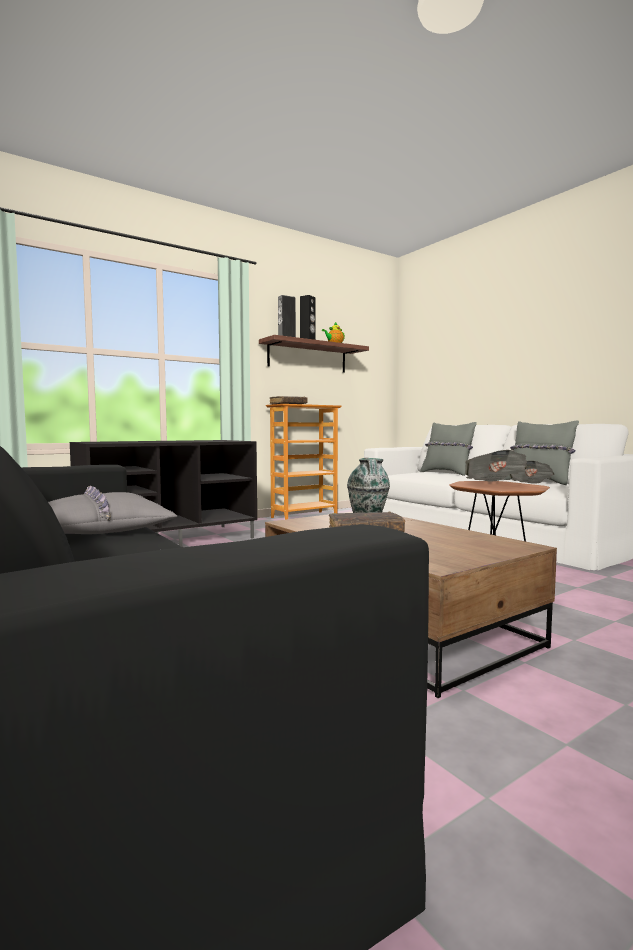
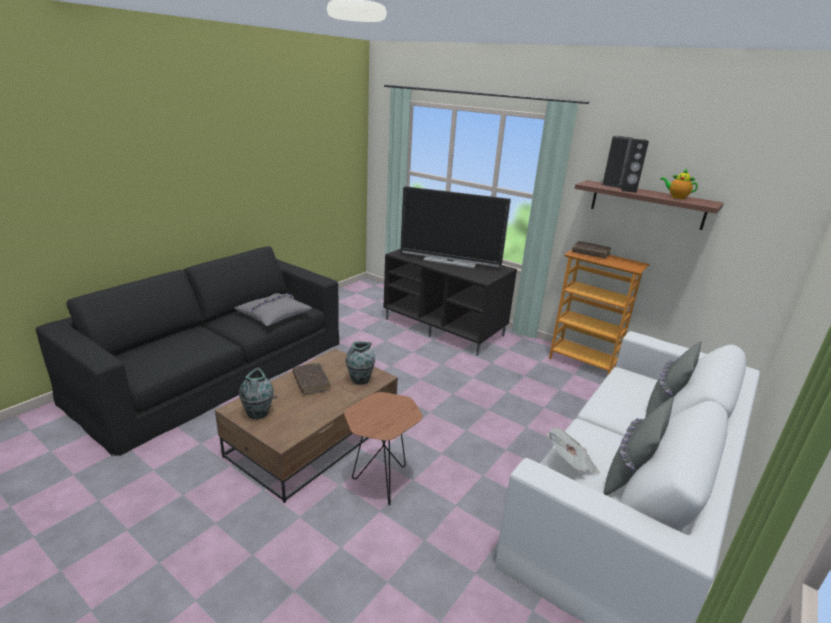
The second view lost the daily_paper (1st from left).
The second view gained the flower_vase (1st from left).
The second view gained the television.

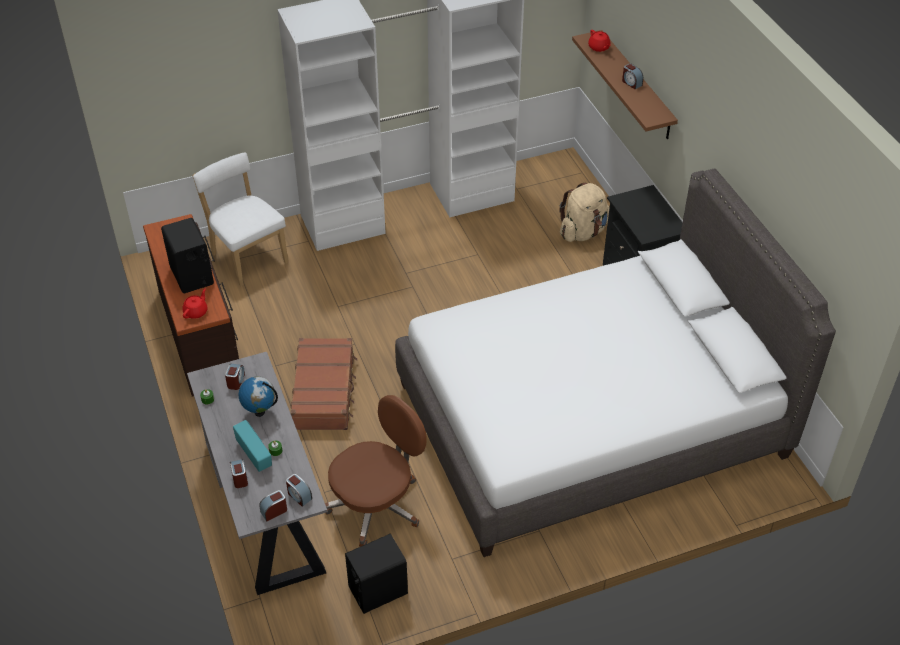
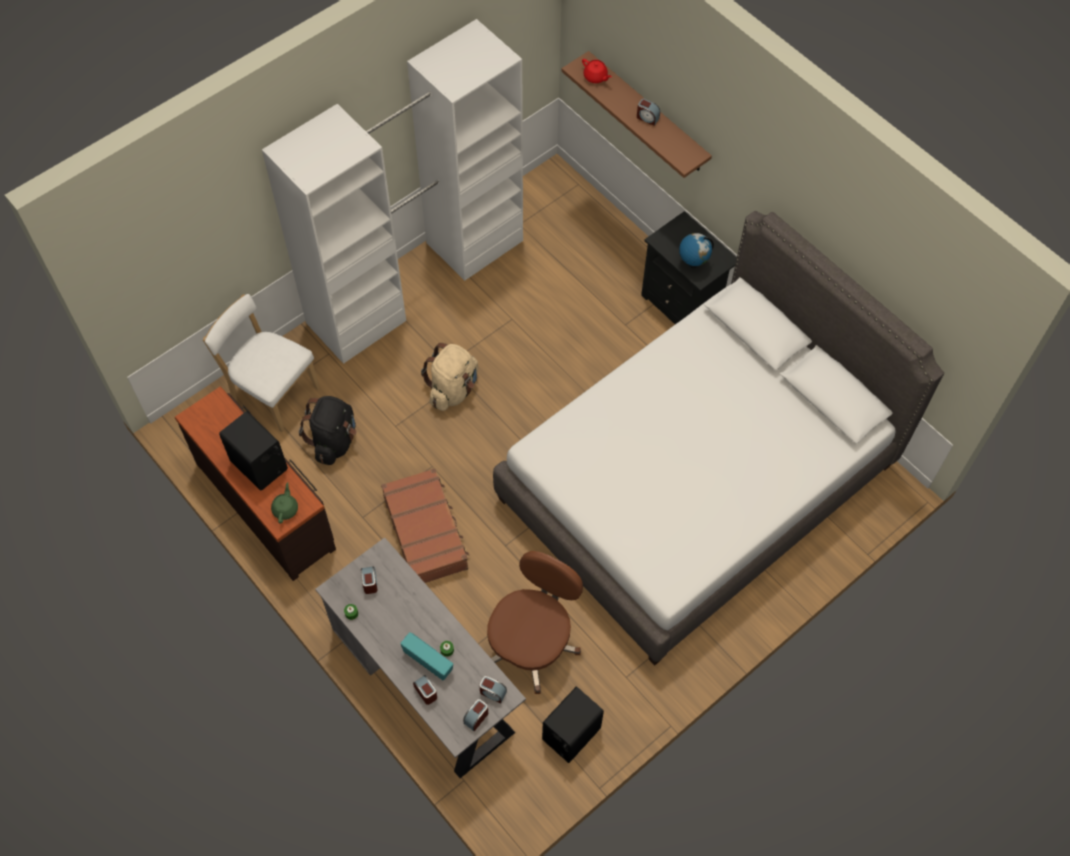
The second view gained the blackish_knapsack.
The globe ended up elsewhere.
The beige-coloured_knapsack ended up elsewhere.
What was the red-coloured_tea_pot (1st from left) turned into the green_tea_pot.

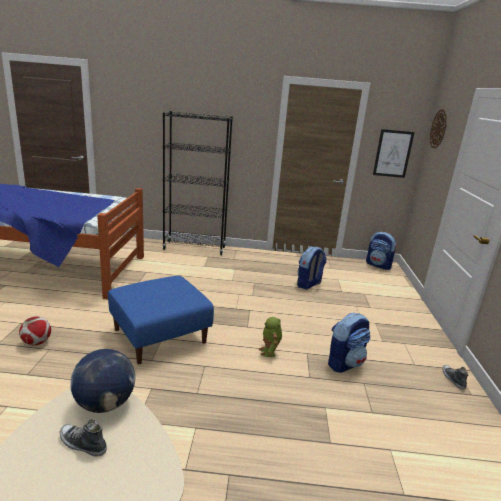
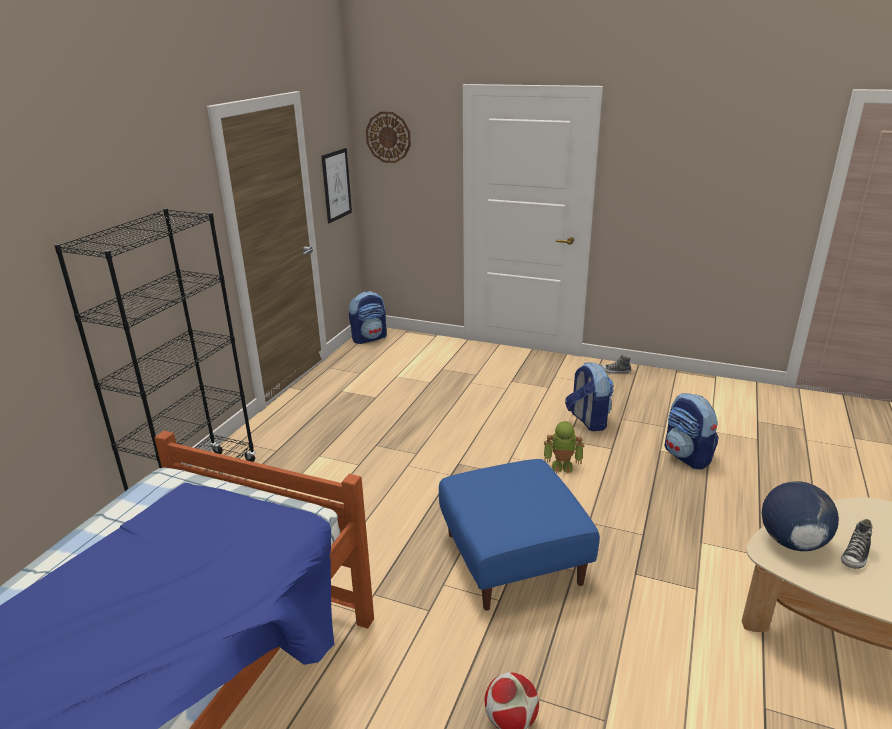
The knapsack (1st from left in the first image) ended up elsewhere.

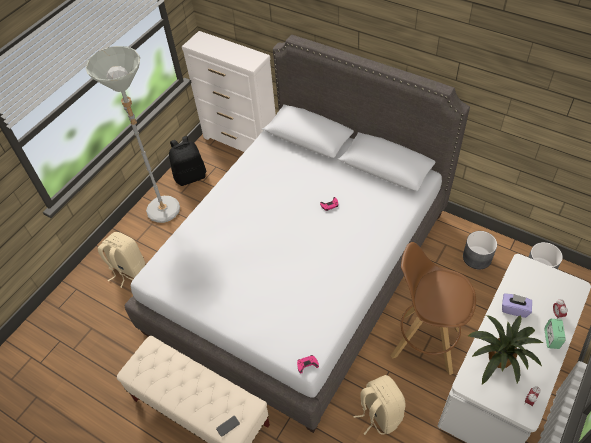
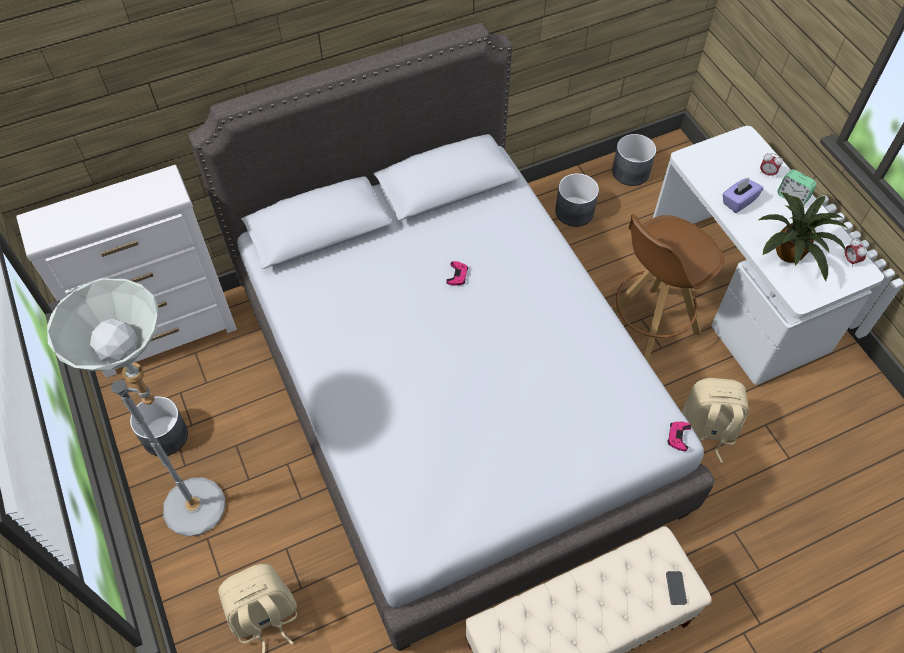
Where the blackish_knapsack stood, the grey_flower_pot (1st from left) came to stand.

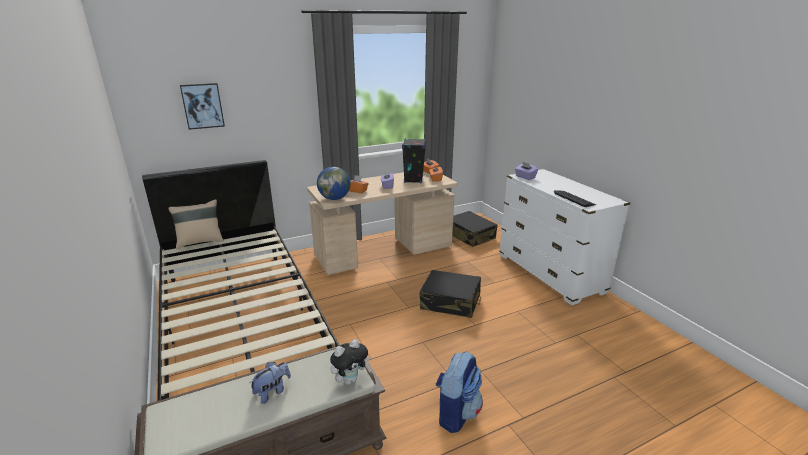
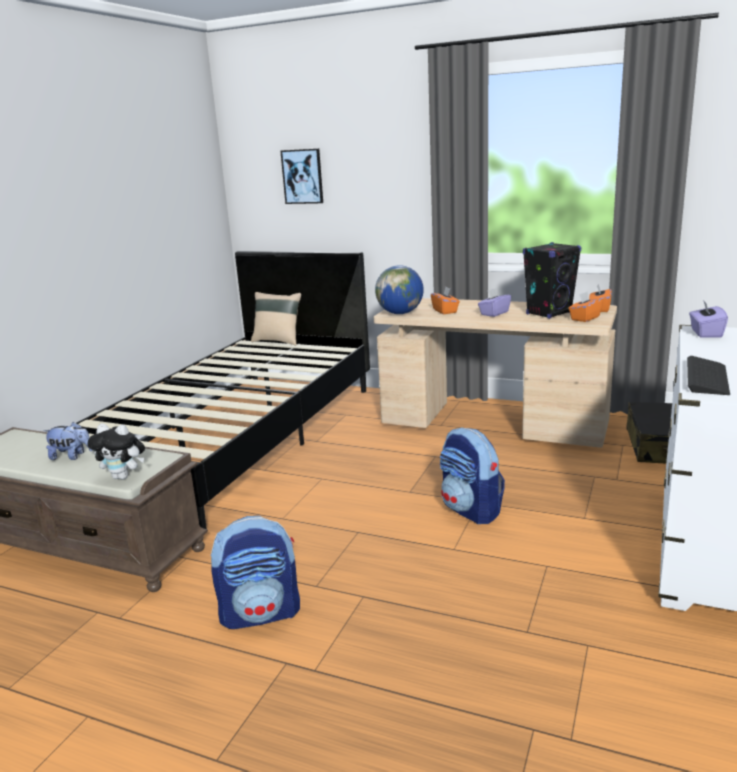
Where the blackish_piece_of_luggage (1st from left) stood, the knapsack (2nd from left) came to stand.

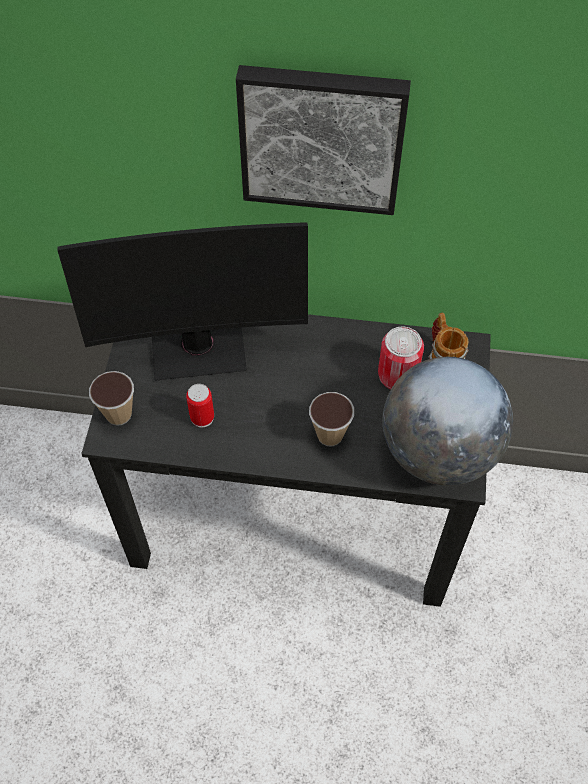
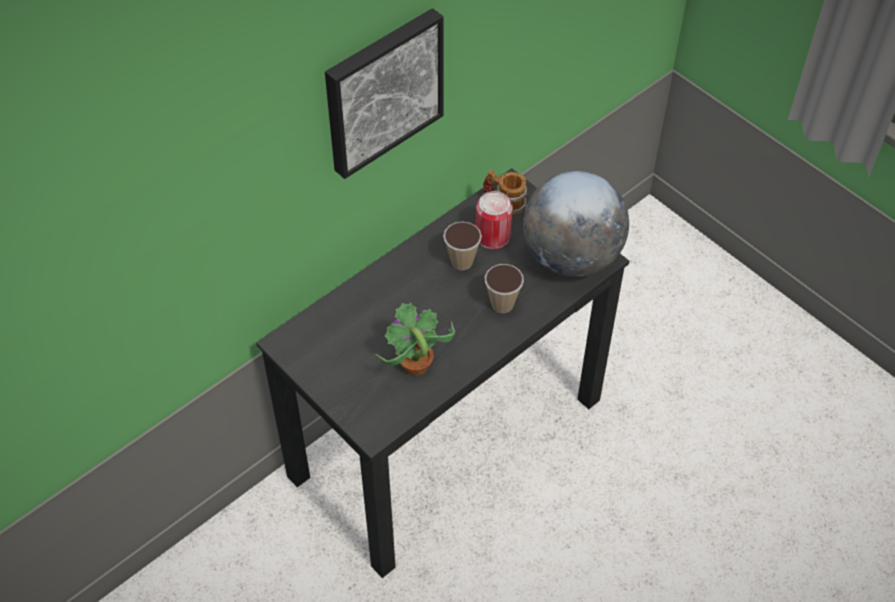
The second view lost the computer_display.
The small_cup (1st from left) ended up elsewhere.
Where the can (1st from left) stood, the potted_plant came to stand.

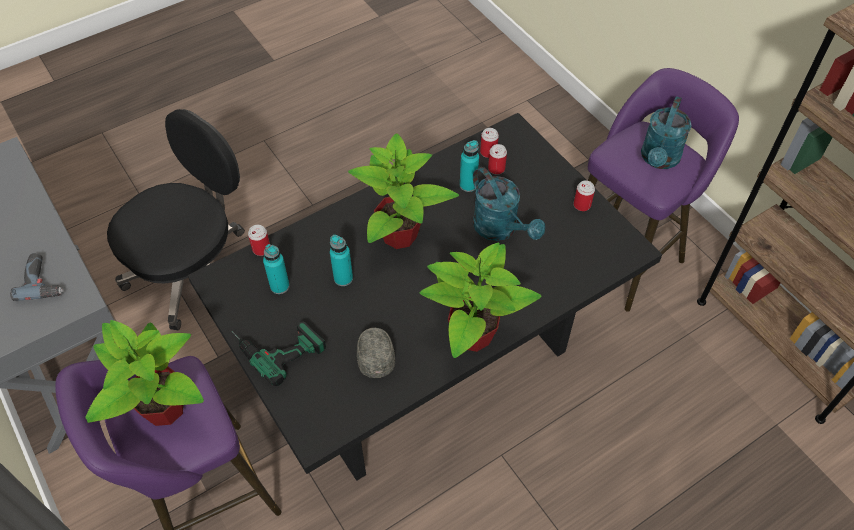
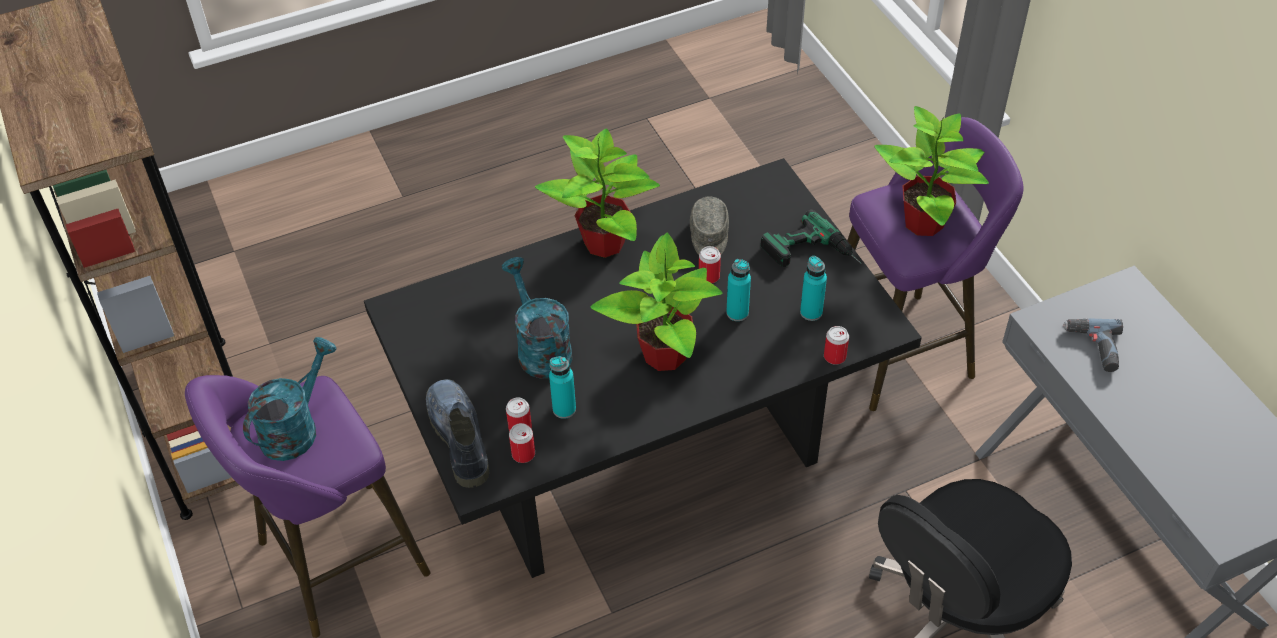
The second view gained the boot.
The can (4th from left in the first image) ended up elsewhere.

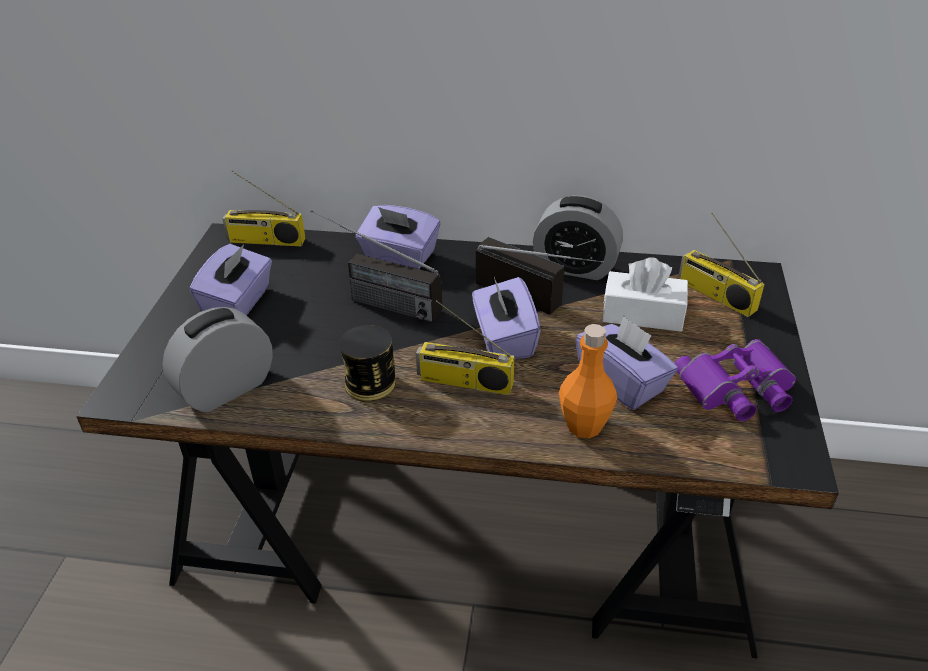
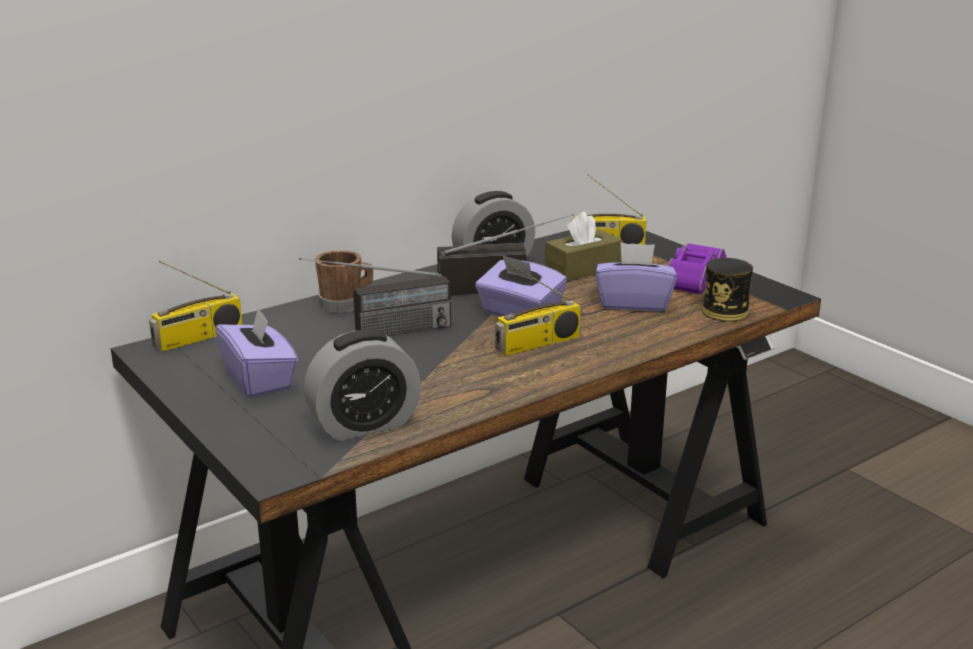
The second view lost the orangey_bottle.
The can ended up elsewhere.
Where the purple_tissue_holder (2nd from left) stood, the brown-coloured_mug came to stand.
What was the white_tissue_holder turned into the brown-coloured_tissue_holder.
The table_clock (1st from left) ended up facing another way, 120 degrees counterclockwise from before.

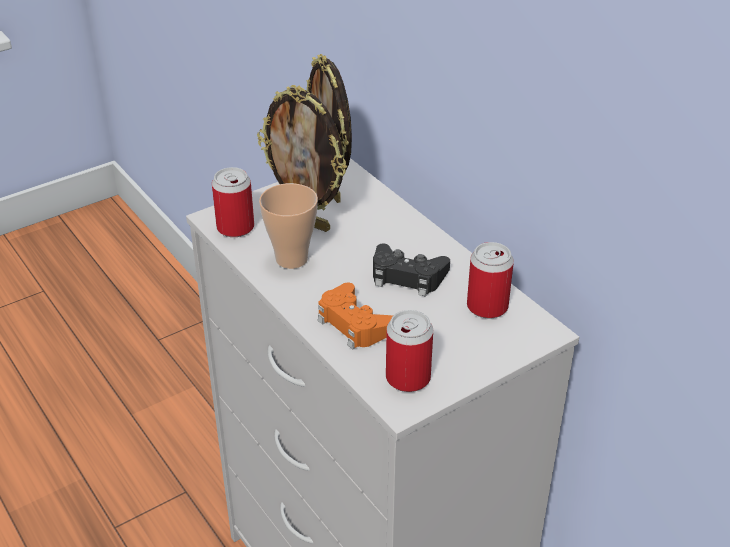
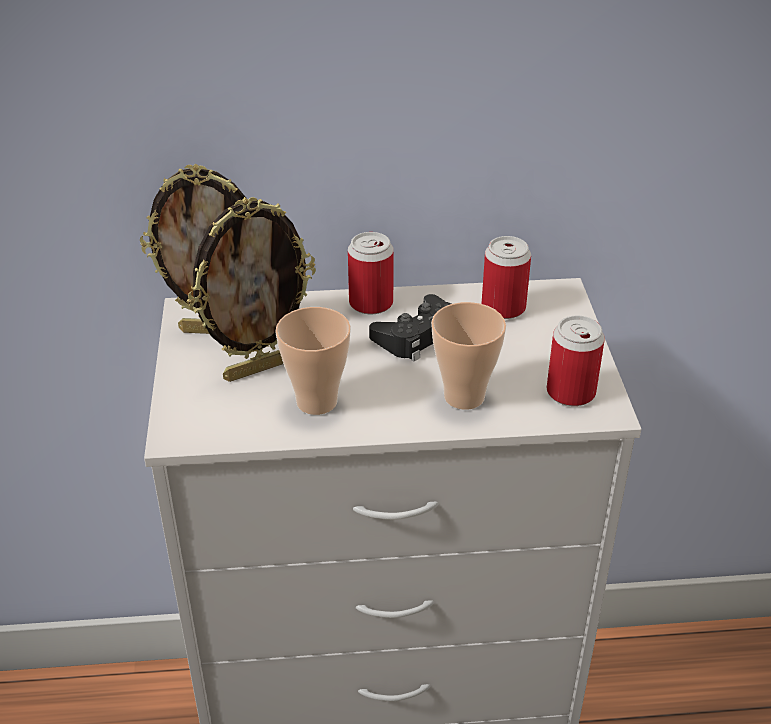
The can (1st from left) ended up elsewhere.
Where the orangey_game_controller stood, the small_cup (2nd from left) came to stand.

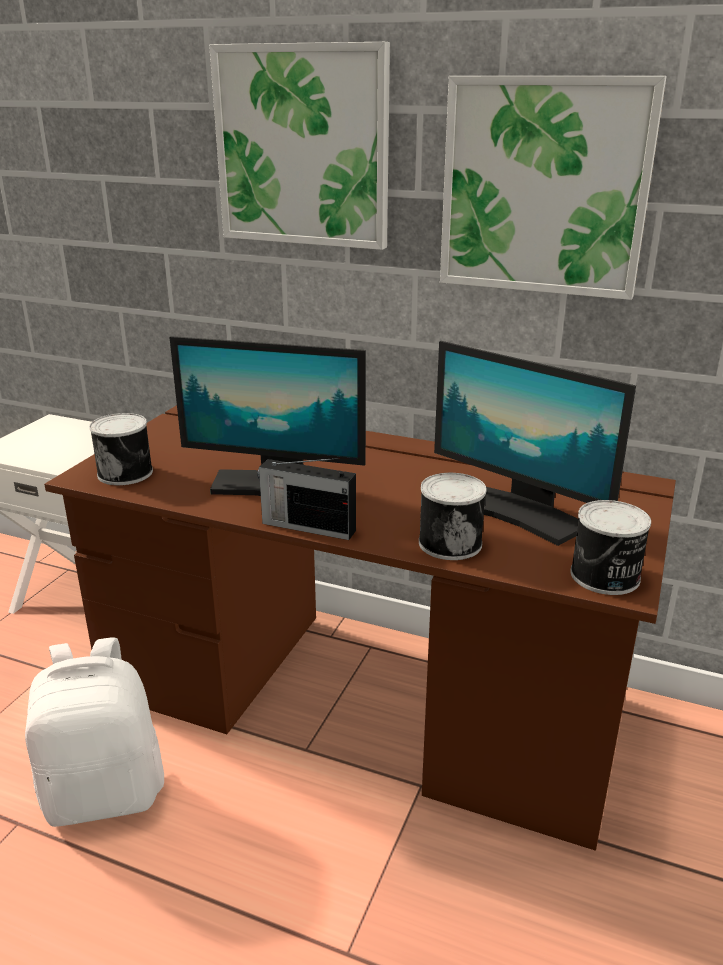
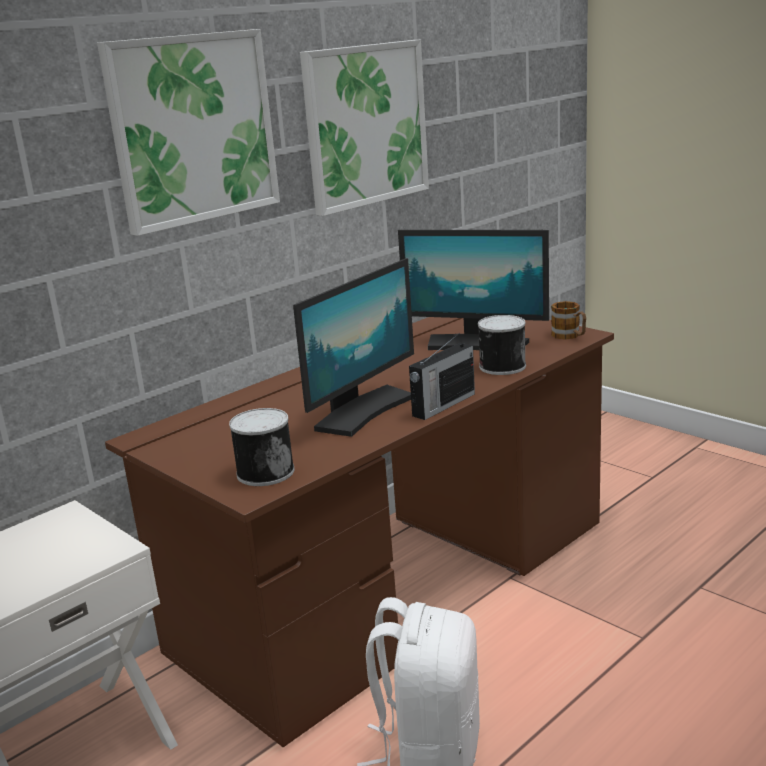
Where the can (3rd from left) stood, the mug came to stand.
The computer_display (2nd from left) ended up facing another way, 45 degrees clockwise from before.

